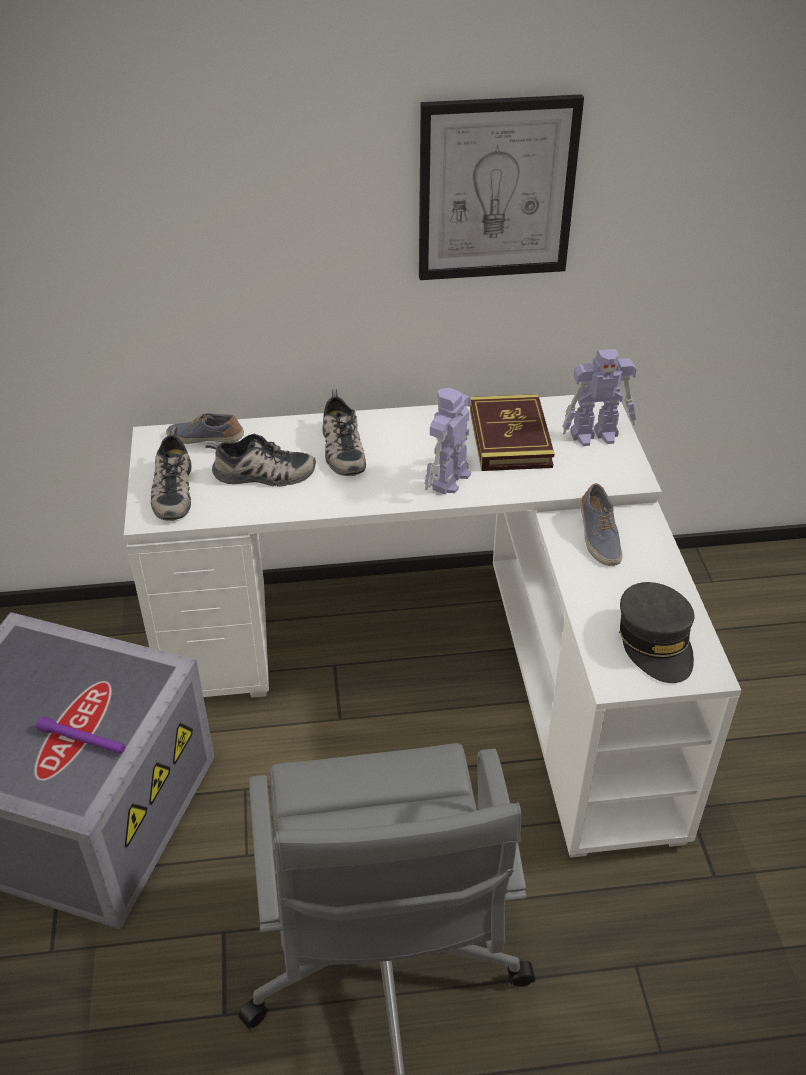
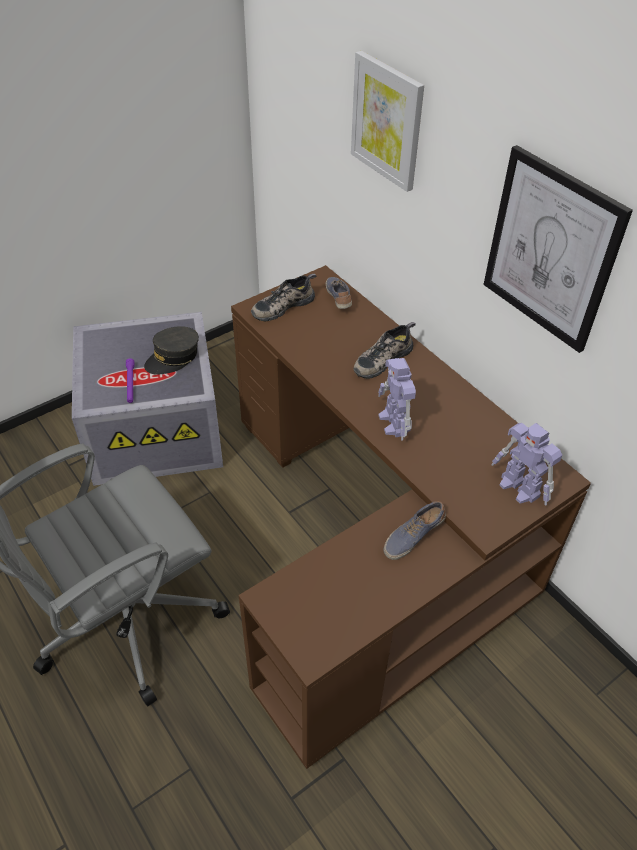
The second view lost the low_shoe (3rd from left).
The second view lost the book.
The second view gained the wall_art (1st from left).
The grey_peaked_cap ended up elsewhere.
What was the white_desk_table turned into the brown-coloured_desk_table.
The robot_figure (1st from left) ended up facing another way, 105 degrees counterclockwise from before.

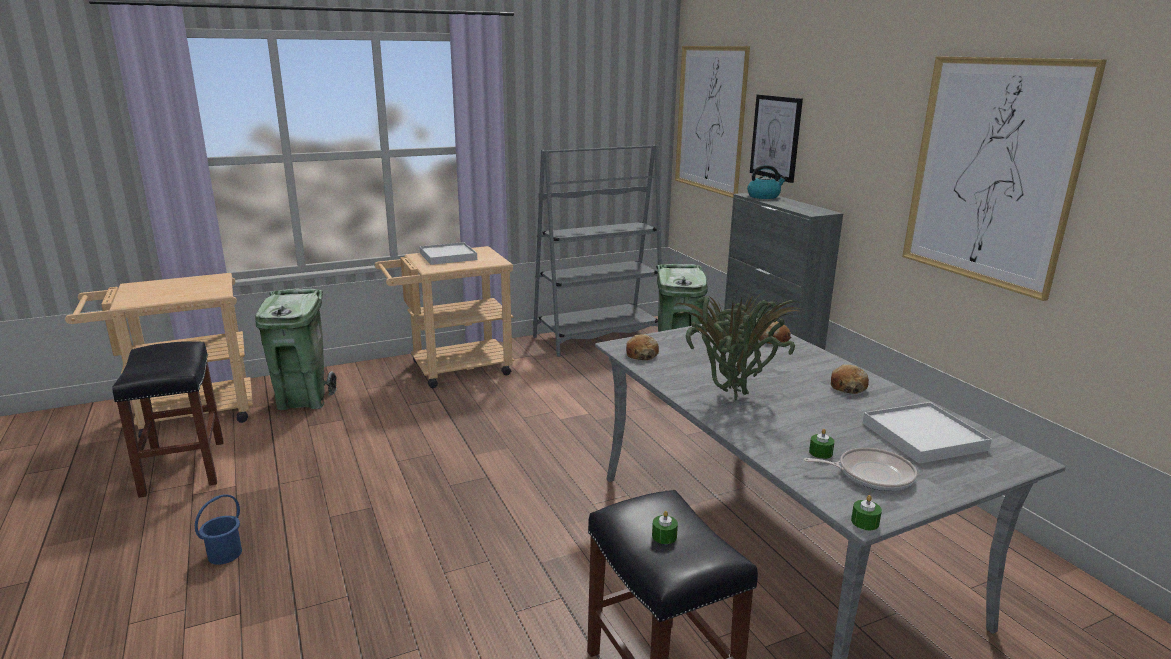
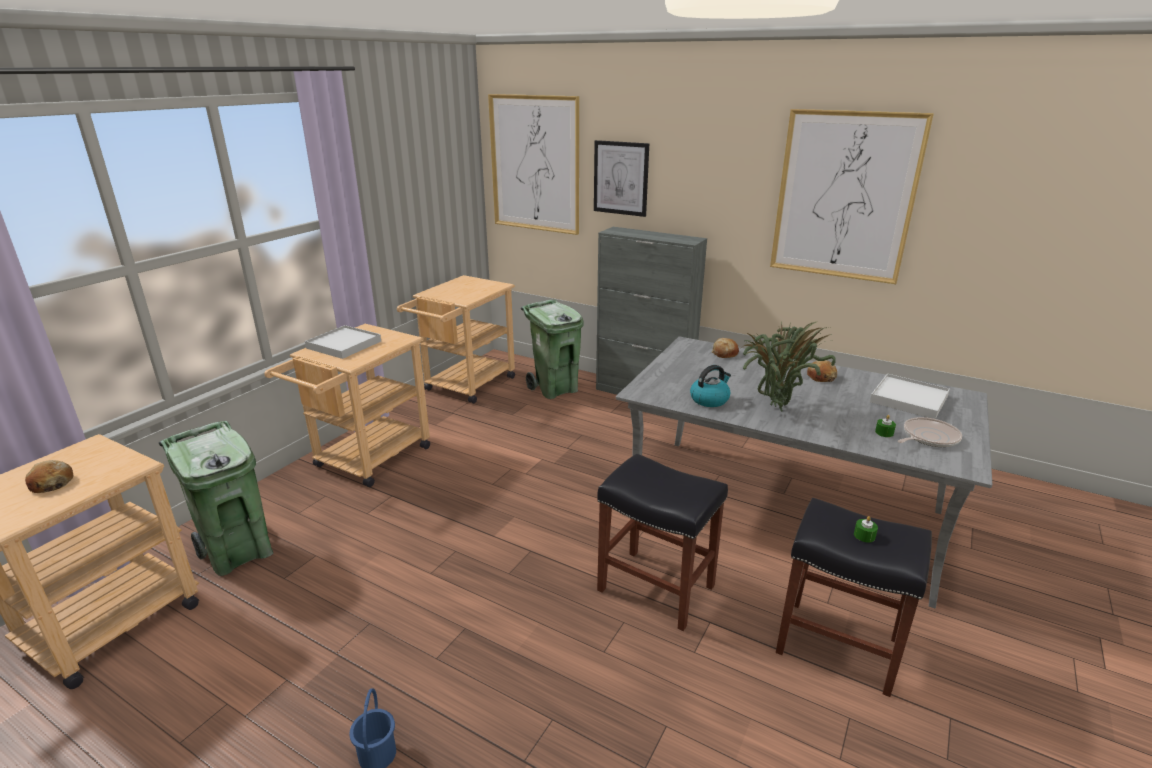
The second view lost the green_candle (3rd from left).
The blackish_stool (1st from left) ended up elsewhere.
The baked_bread (1st from left) ended up elsewhere.
The kettle ended up elsewhere.
Where the grey_bookcase stood, the beige-coloured_wheeled_cart (3rd from left) came to stand.

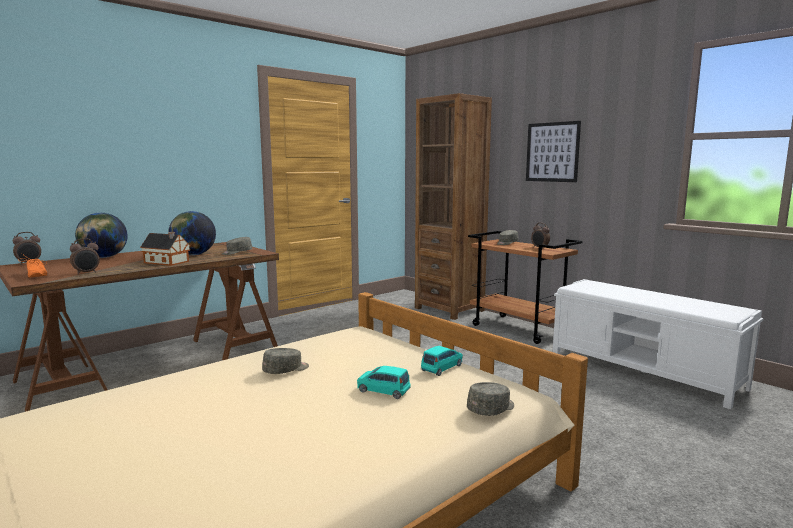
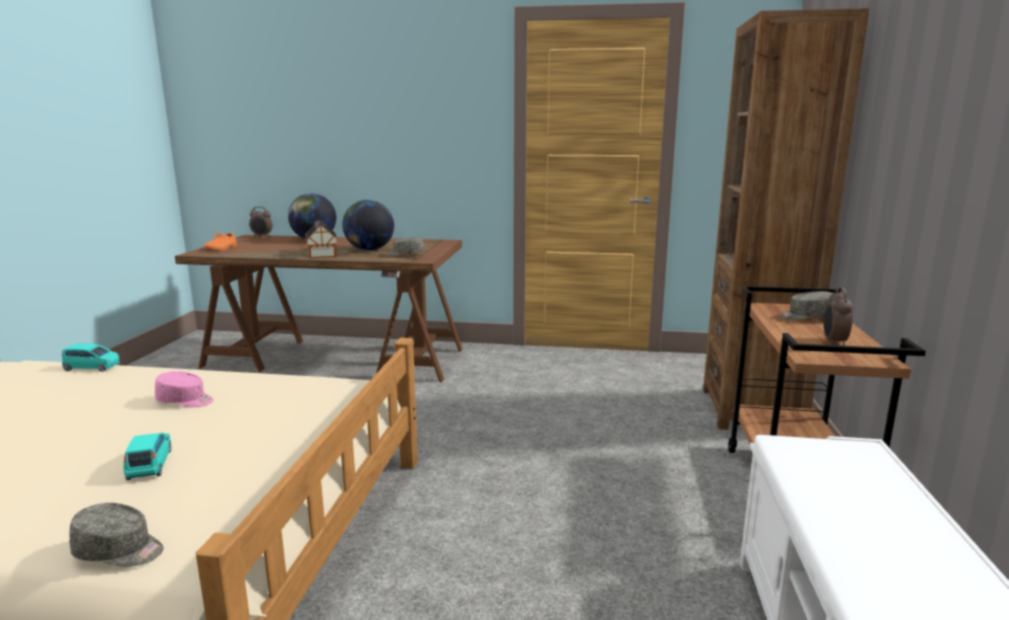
The second view lost the table_clock (2nd from left).
The second view lost the wall_art.
The turquoise_miniature_car (2nd from left in the first image) ended up elsewhere.
What was the grey_peaked_cap (2nd from left) turned into the pinkish_peaked_cap.

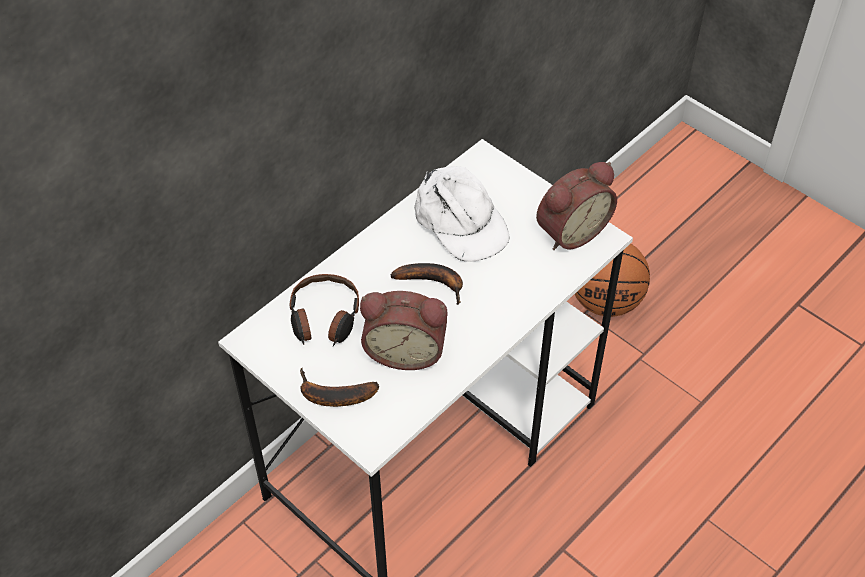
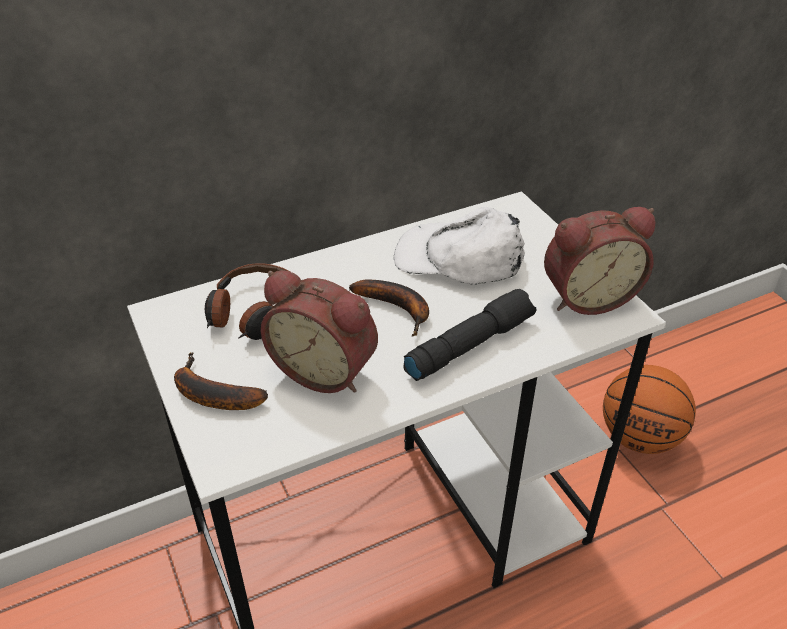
The second view gained the blackish_torch.
The white_peaked_cap ended up facing another way, 120 degrees clockwise from before.

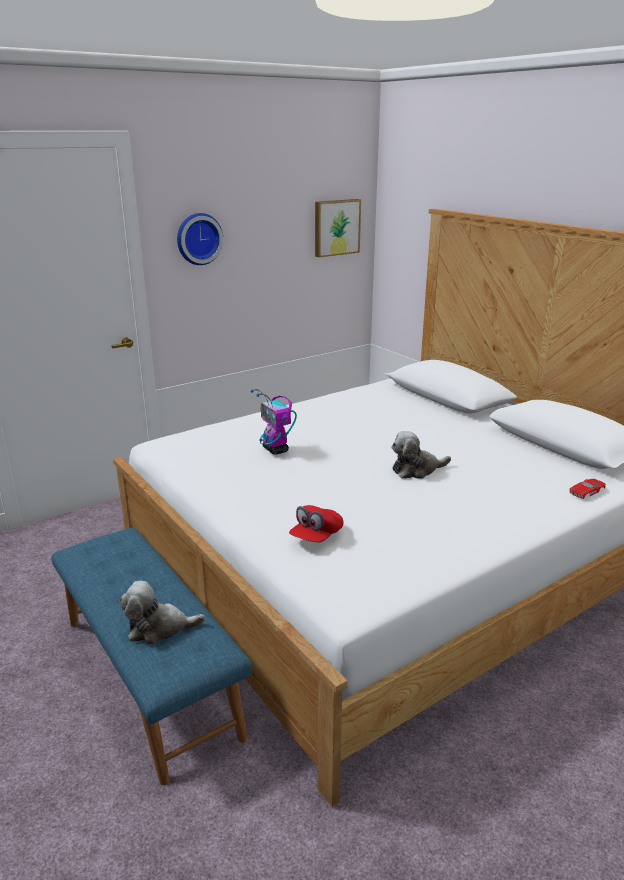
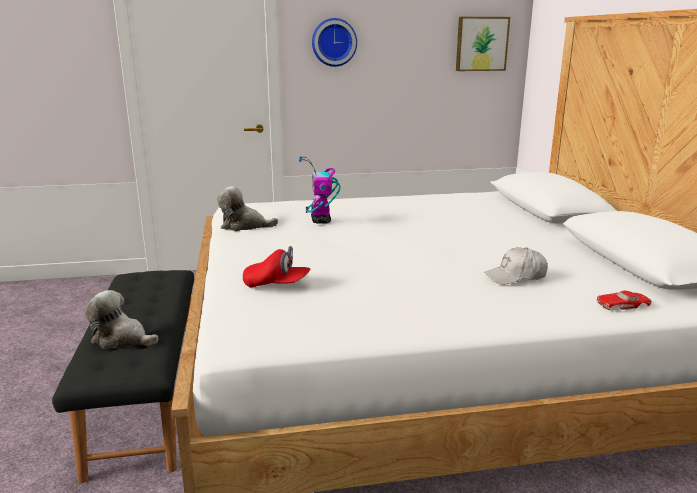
The second view gained the white_peaked_cap.
The cuddly_toy (2nd from left) ended up elsewhere.
What was the blue_bench turned into the blackish_bench.
The red-coloured_peaked_cap ended up facing another way, 135 degrees counterclockwise from before.

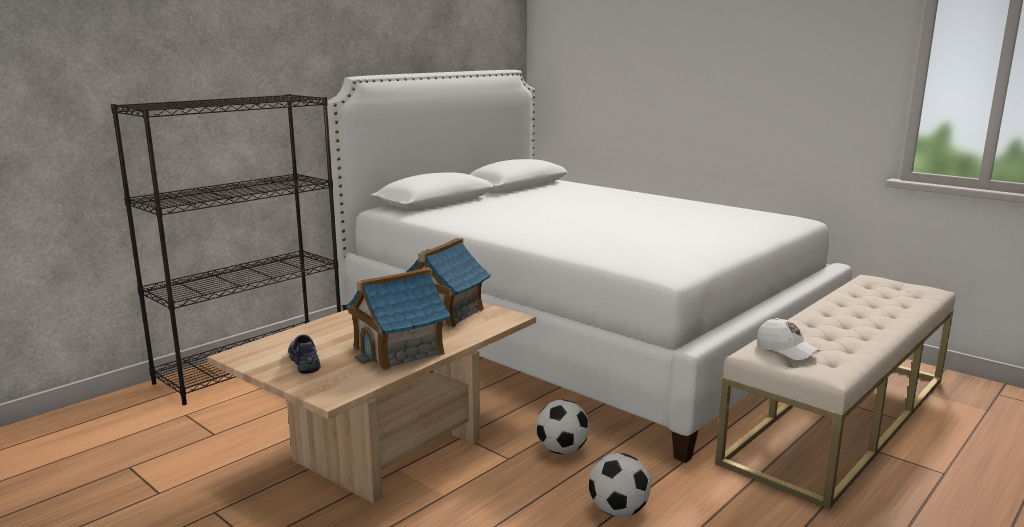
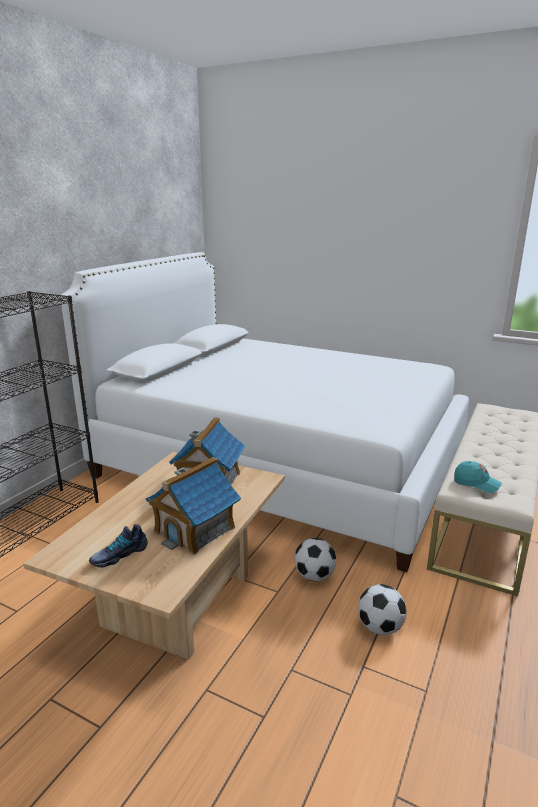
What was the white_peaked_cap turned into the turquoise_peaked_cap.
The low_shoe ended up facing another way, 90 degrees counterclockwise from before.

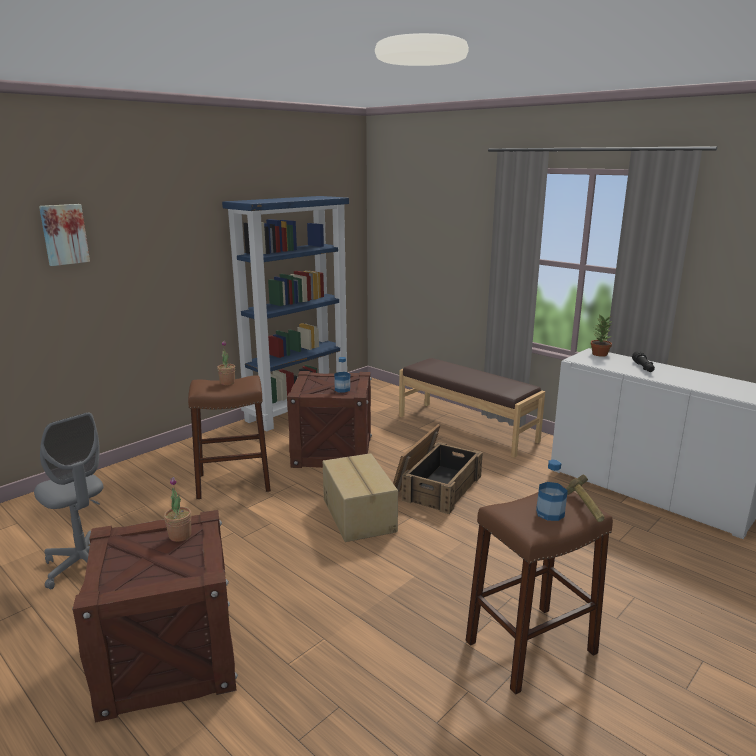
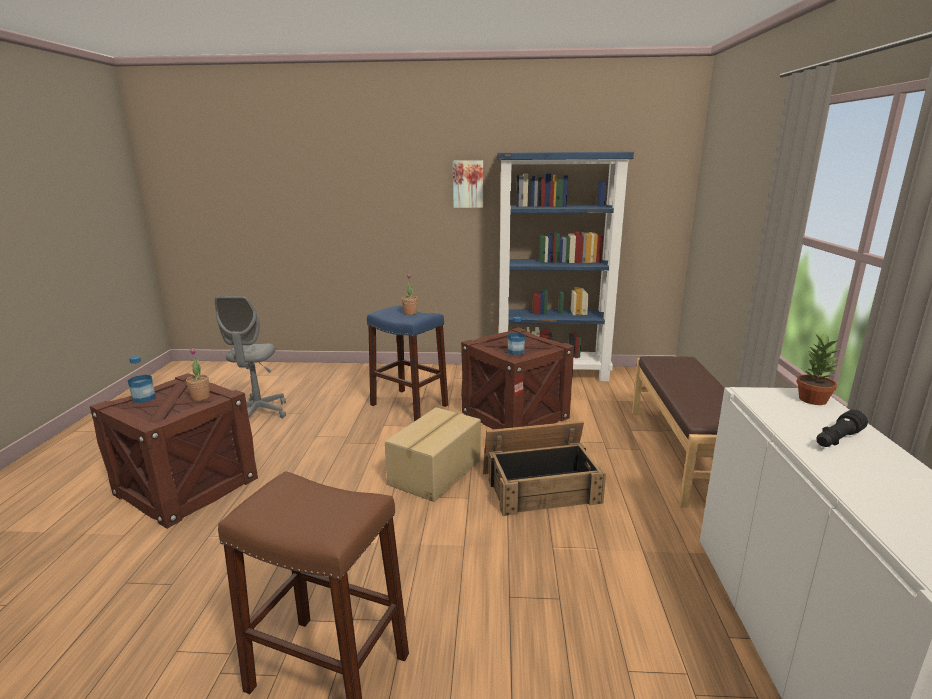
The second view lost the hand_hammer.
The wall_art ended up elsewhere.
The bottle (2nd from left in the first image) ended up elsewhere.
What was the brown-coloured_stool (1st from left) turned into the blue_stool.

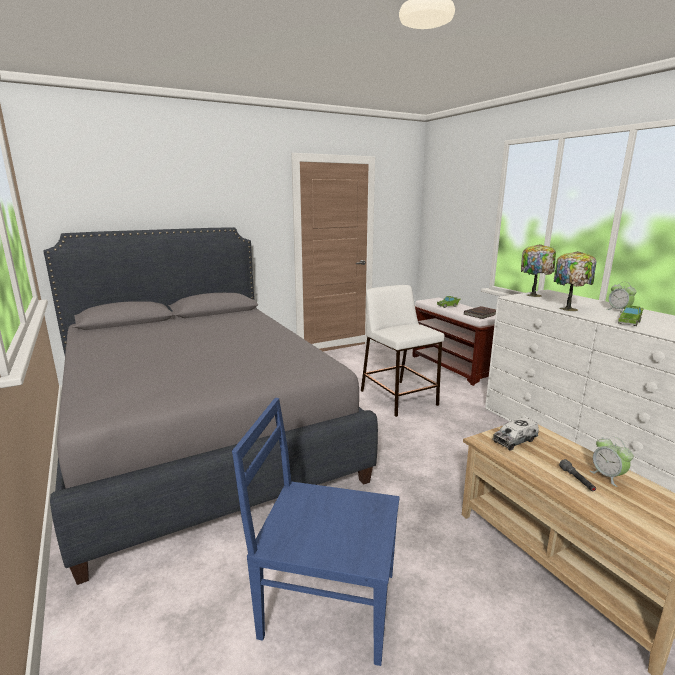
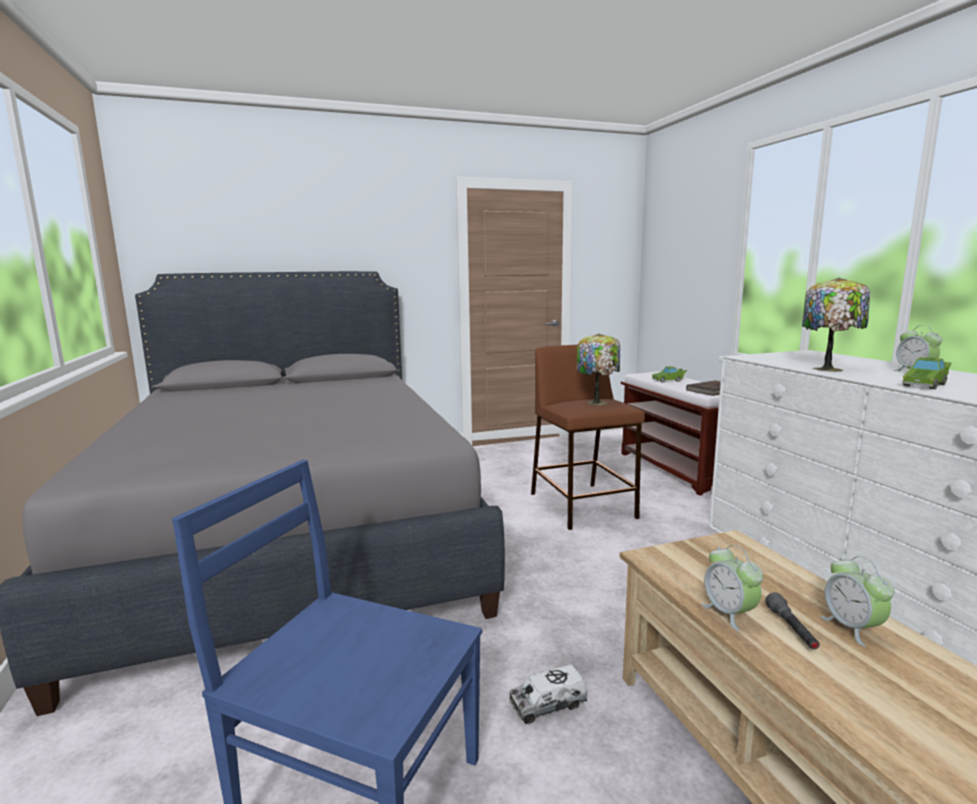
The second view gained the table_clock (1st from left).
The model_truck ended up elsewhere.
The lamp_for_a_table (1st from left) ended up elsewhere.
What was the white_stool turned into the brown-coloured_stool.

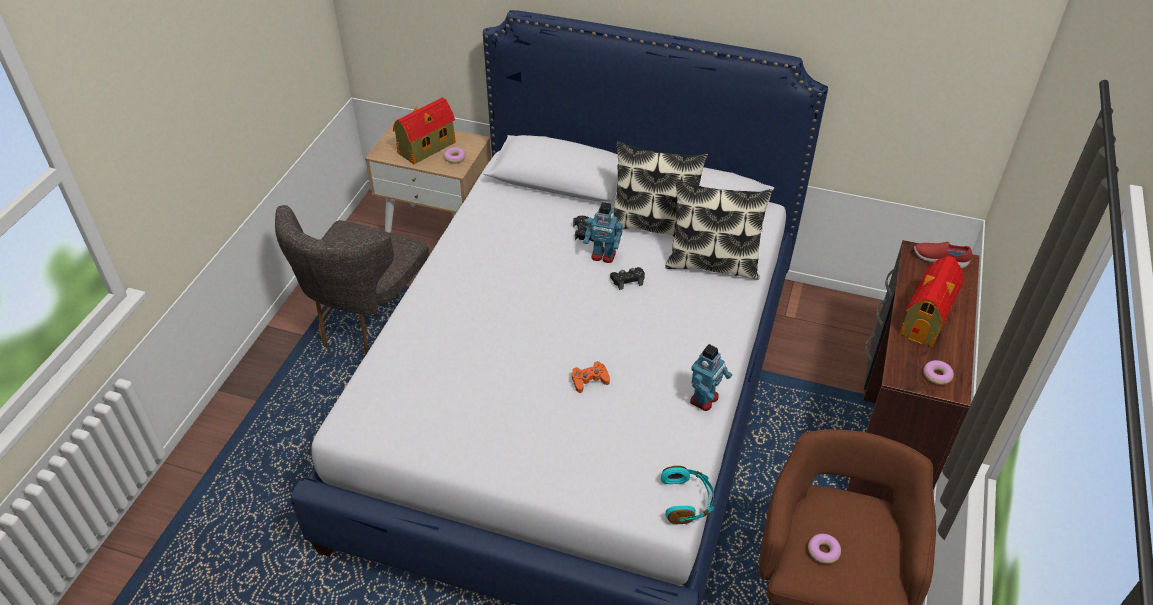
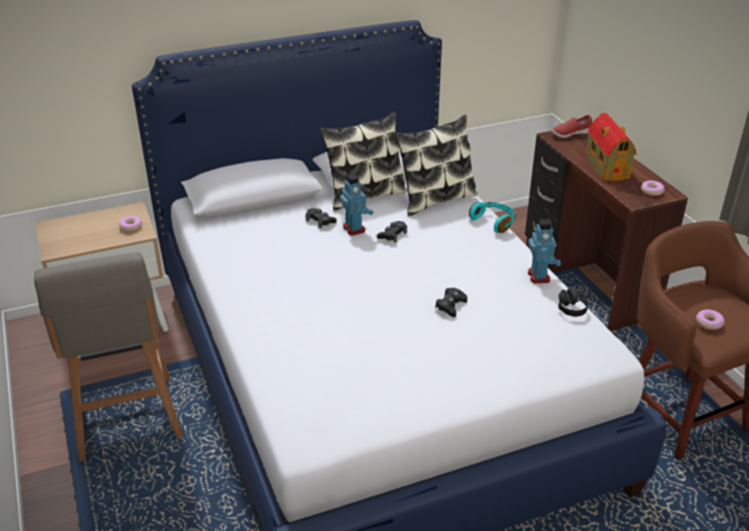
The second view lost the model_house (1st from left).
The second view gained the blackish_headphones.
The turquoise_headphones ended up elsewhere.
Where the grey_plain_chair stood, the grey_stool came to stand.
What was the orangey_game_controller turned into the blackish_game_controller (3rd from left).
The robot_figure (1st from left) ended up facing another way, 90 degrees counterclockwise from before.

